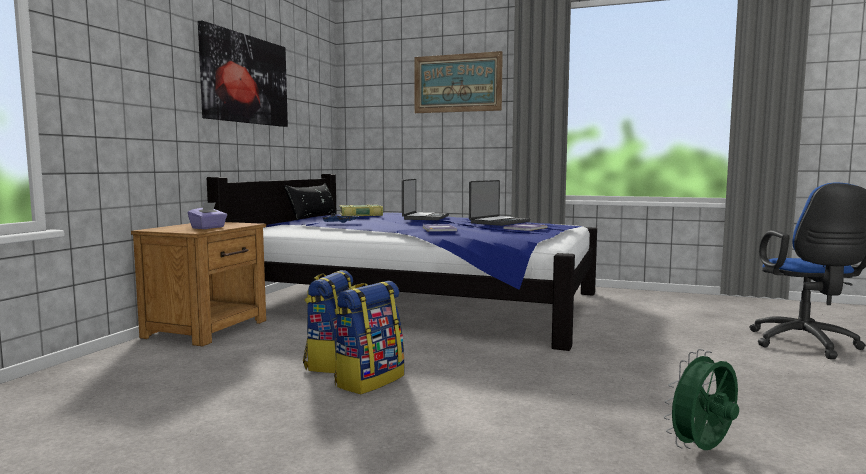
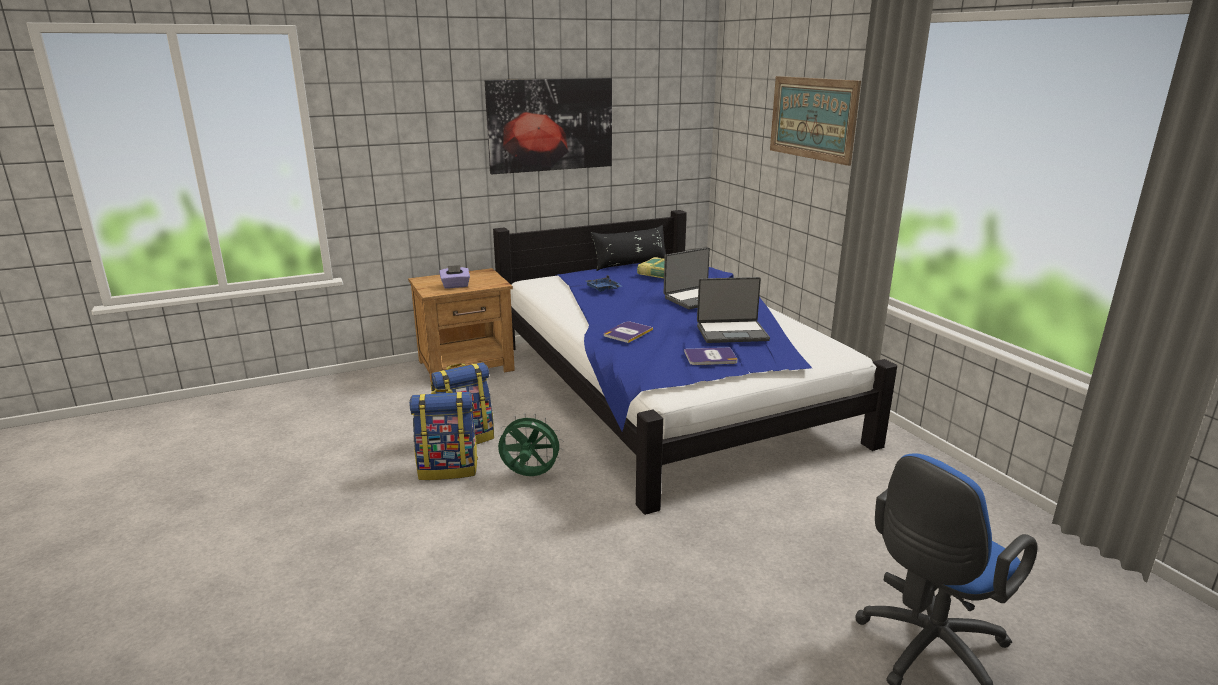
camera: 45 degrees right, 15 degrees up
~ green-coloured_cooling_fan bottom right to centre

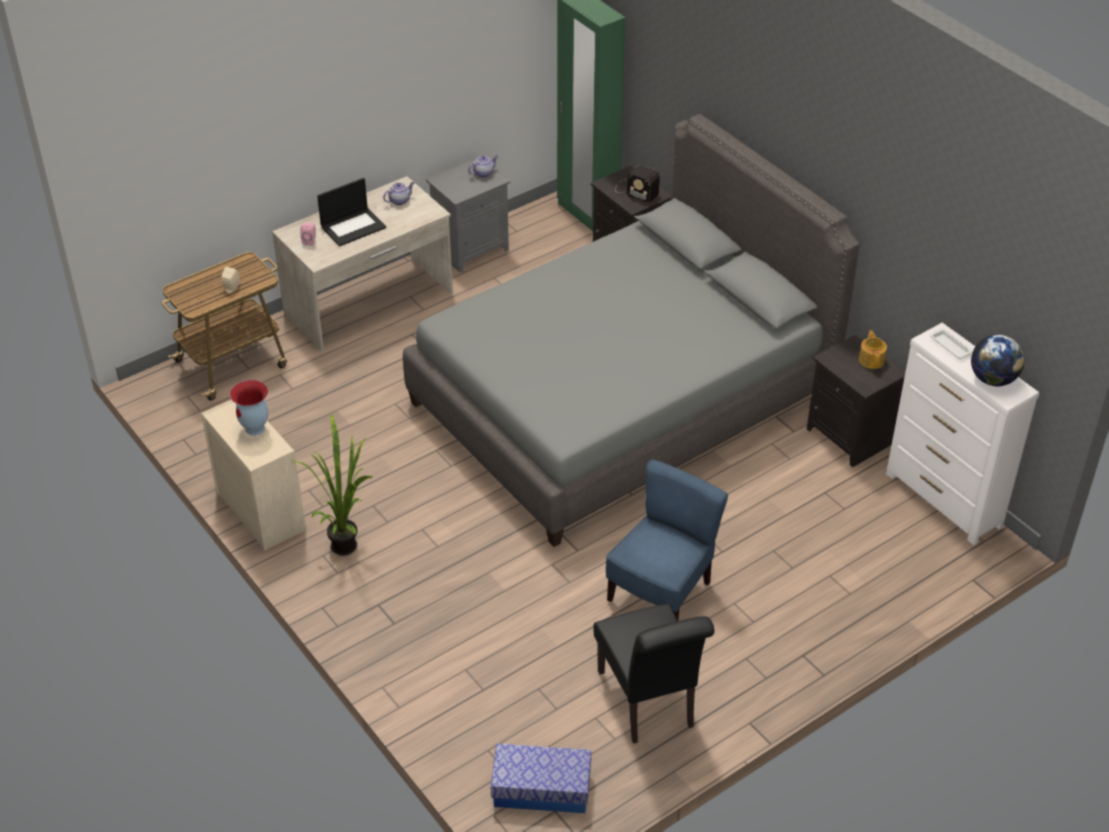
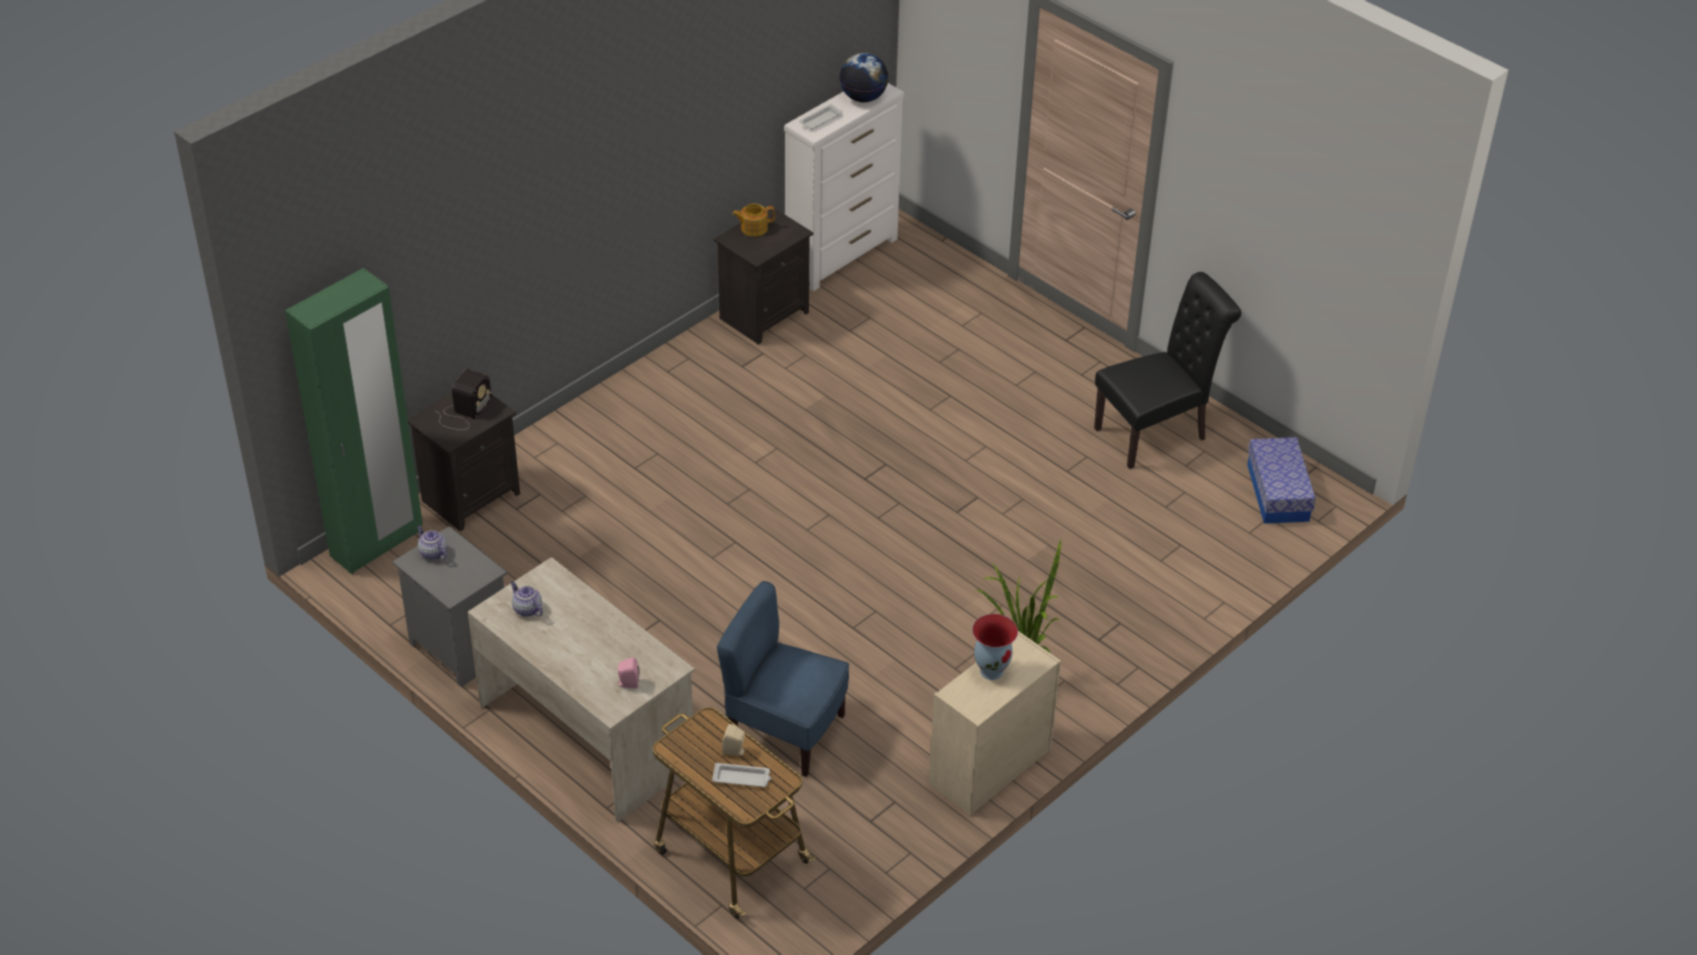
camera: 100 degrees left, 0 degrees up
- laptop top left
- grey_bedroom_bed centre
~ blue_plain_chair centre to bottom centre
+ white-coloured_tray (no. 1 from left) bottom centre

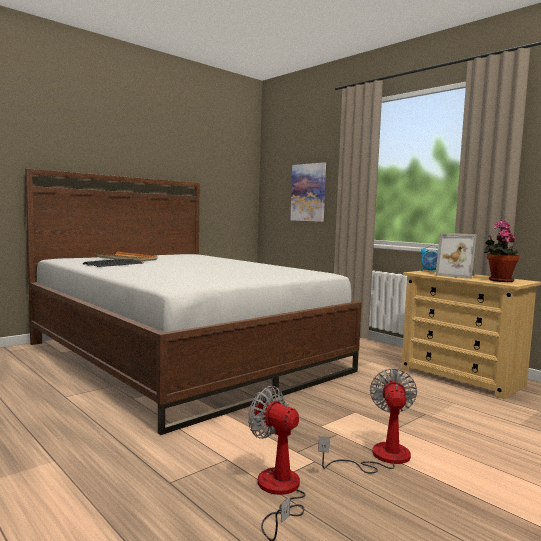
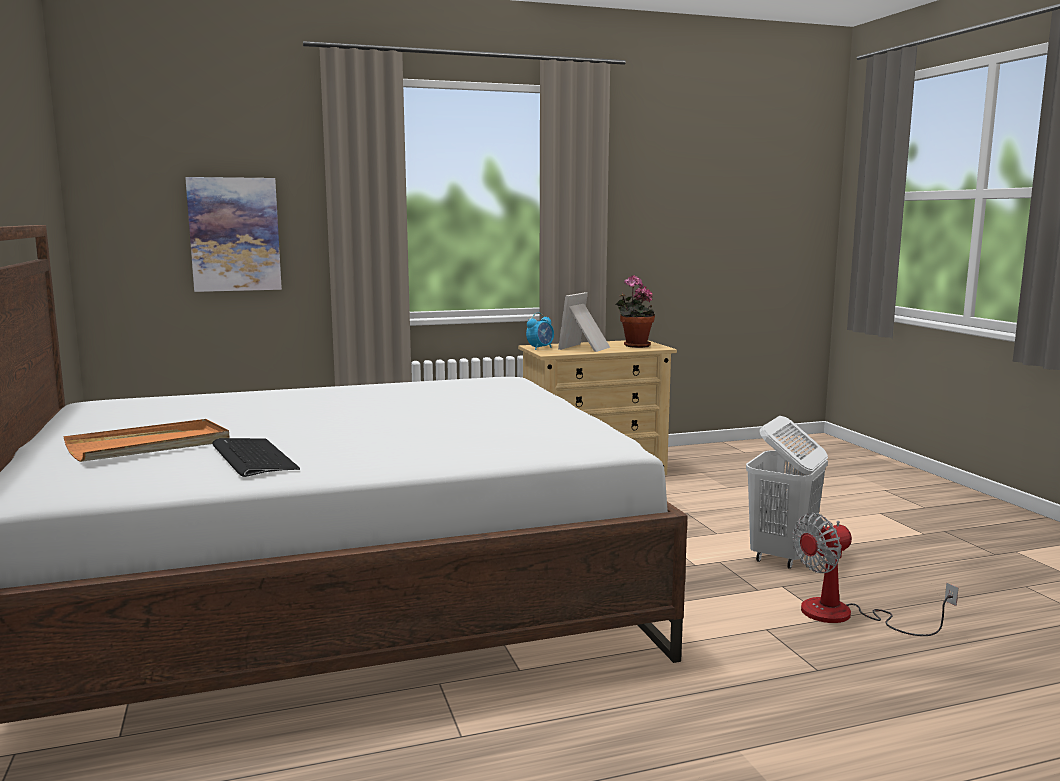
camera: 65 degrees left, 5 degrees up
~ cooling_fan (no. 2 from left) bottom right to white-coloured_washing_basket middle right
~ photo_frame middle right = centre 150 degrees clockwise

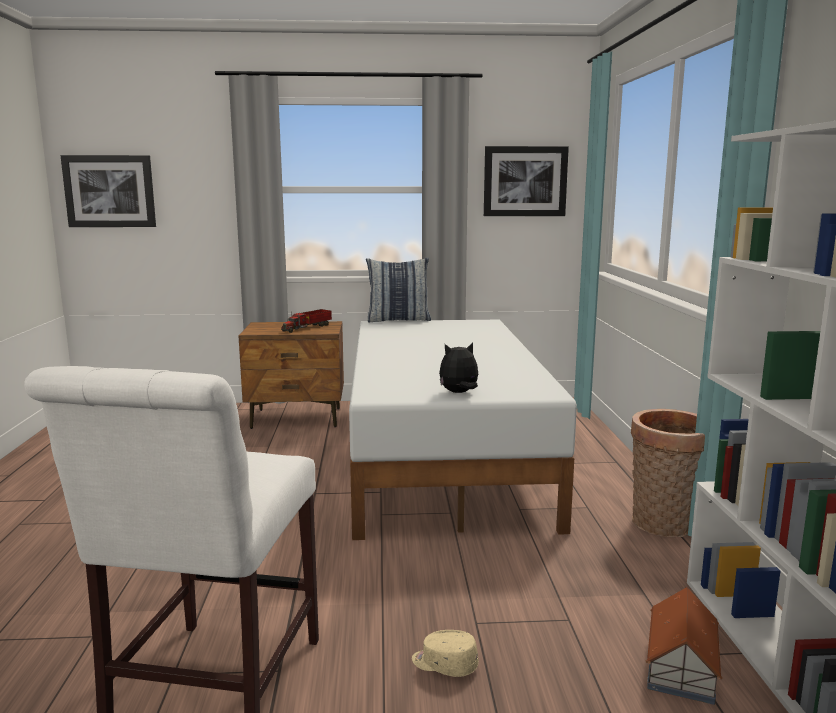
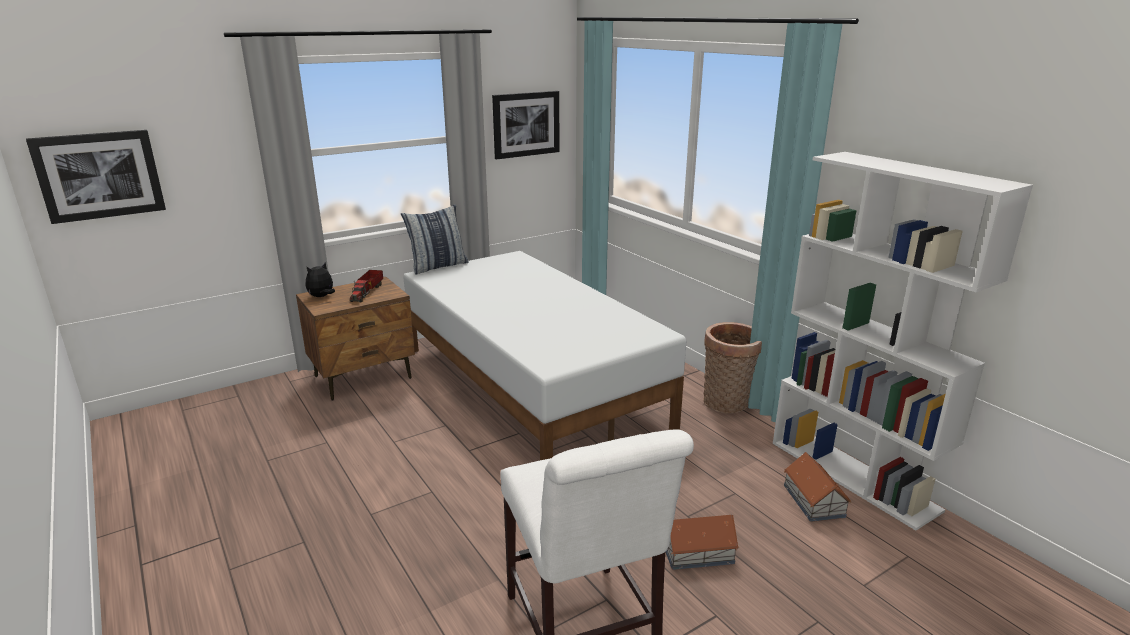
camera: 30 degrees left, 10 degrees up
~ beige-coloured_peaked_cap bottom centre to model_house (no. 1 from left) bottom centre
~ plush_toy centre to middle left

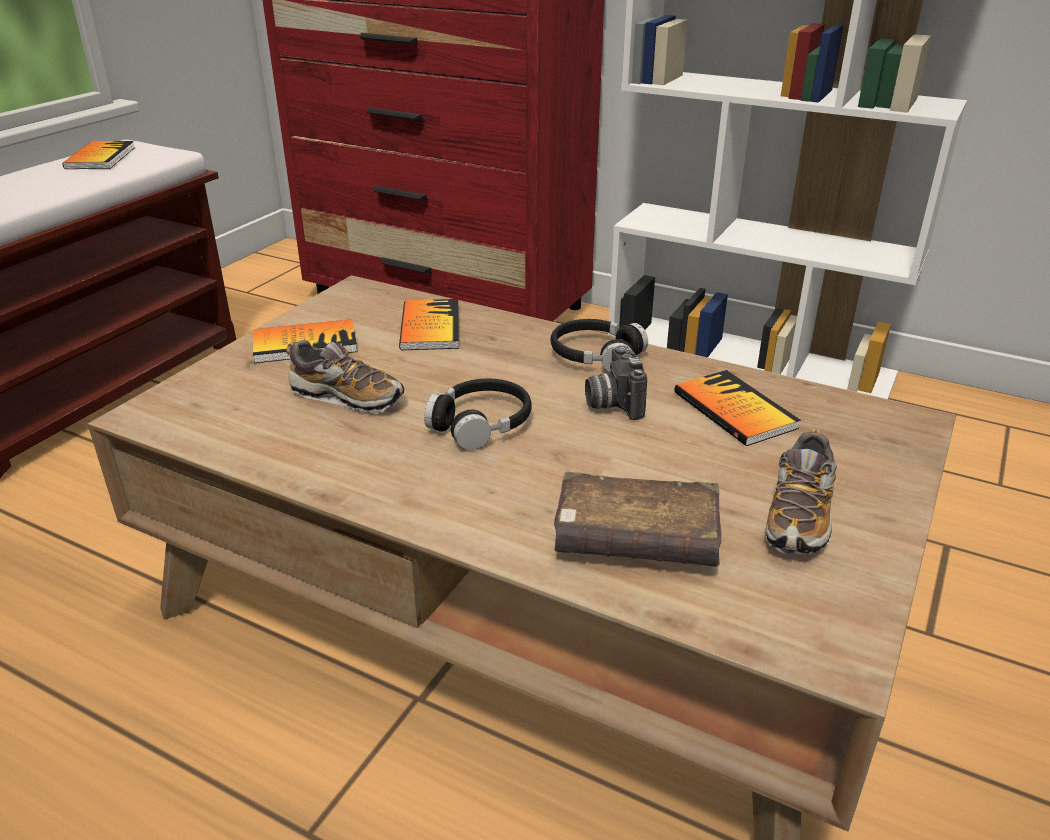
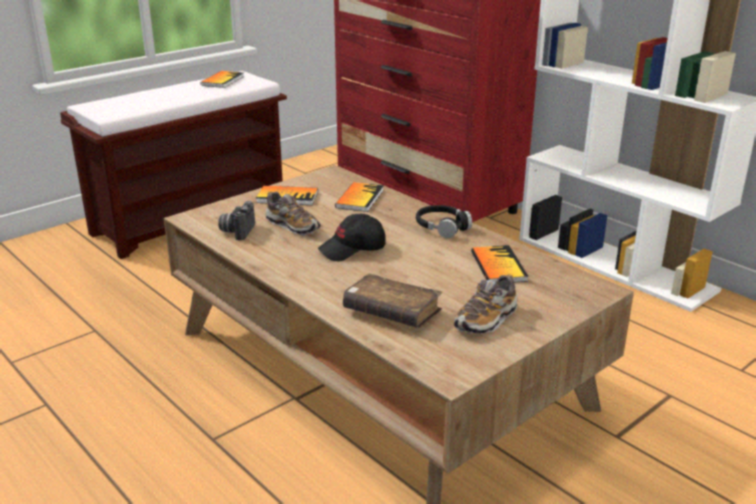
camera: 20 degrees right, 5 degrees down
~ black_headset (no. 1 from left) centre to black_peaked_cap centre
~ still_camera centre to middle left

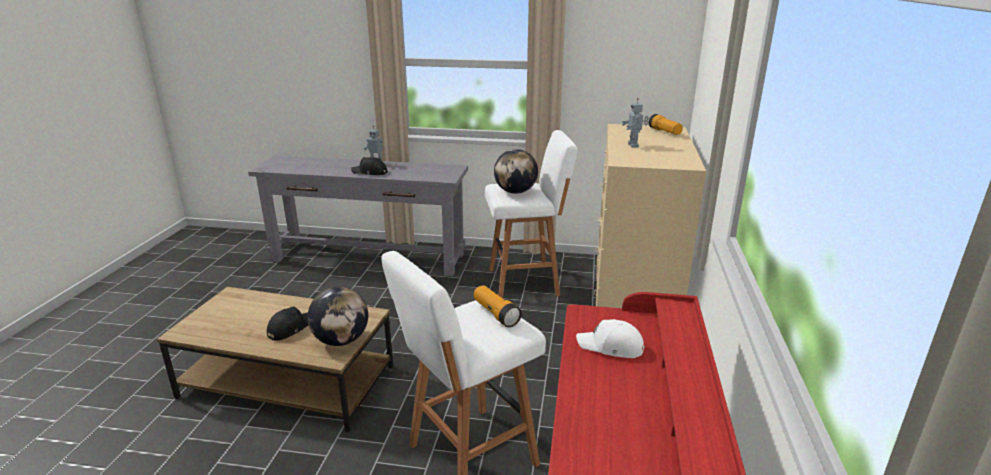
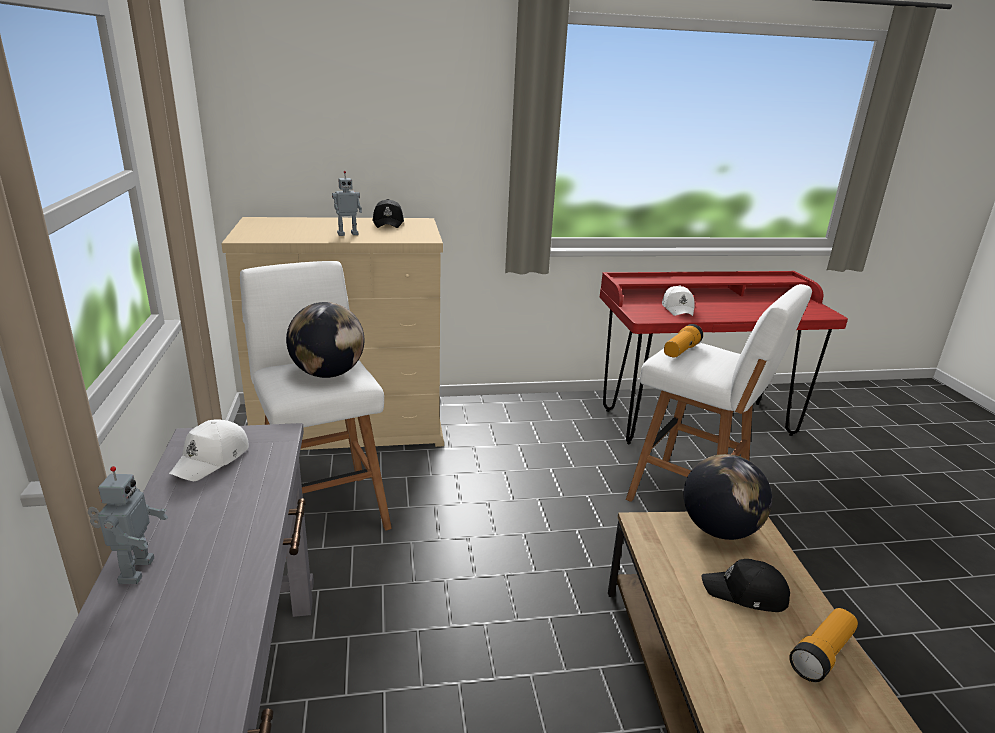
camera: 110 degrees left, 0 degrees up
~ black_peaked_cap (no. 2 from left in the first image) centre to black_peaked_cap (no. 1 from left) top centre
~ torch (no. 2 from left) top right to bottom right
+ white-coloured_peaked_cap (no. 1 from left) middle left

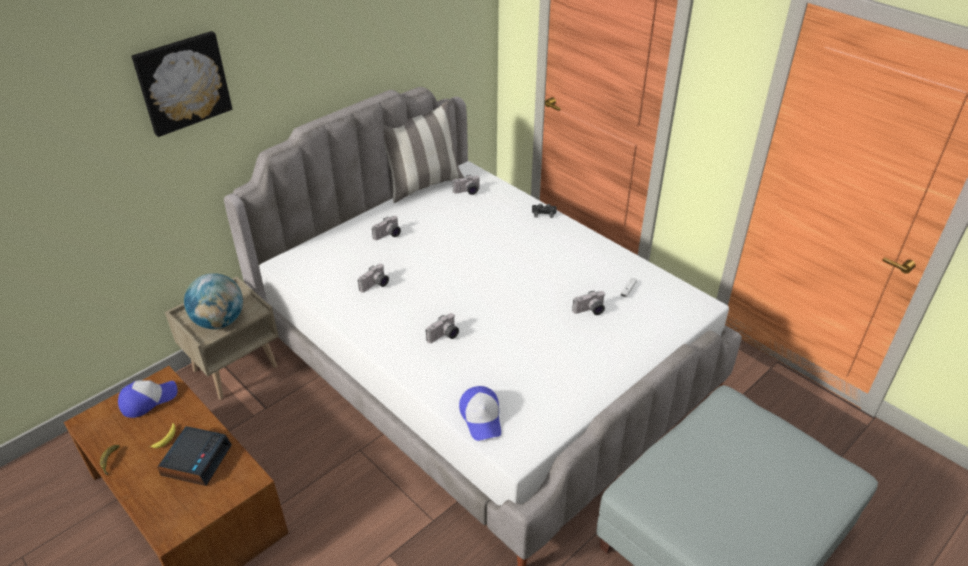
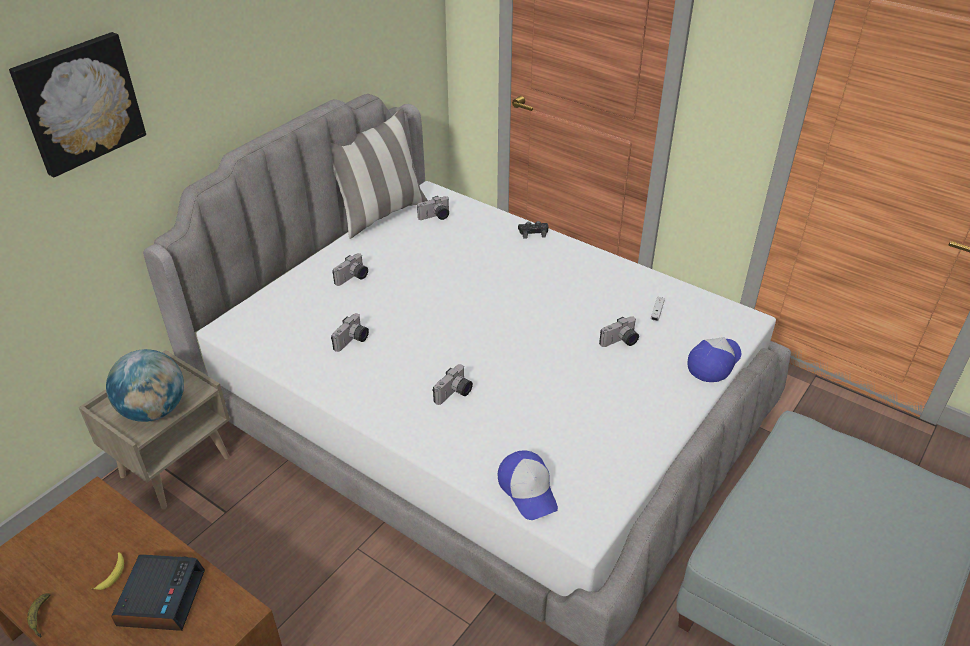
camera: 10 degrees left, 0 degrees up
~ peaked_cap (no. 1 from left in the first image) bottom left to peaked_cap (no. 2 from left) middle right

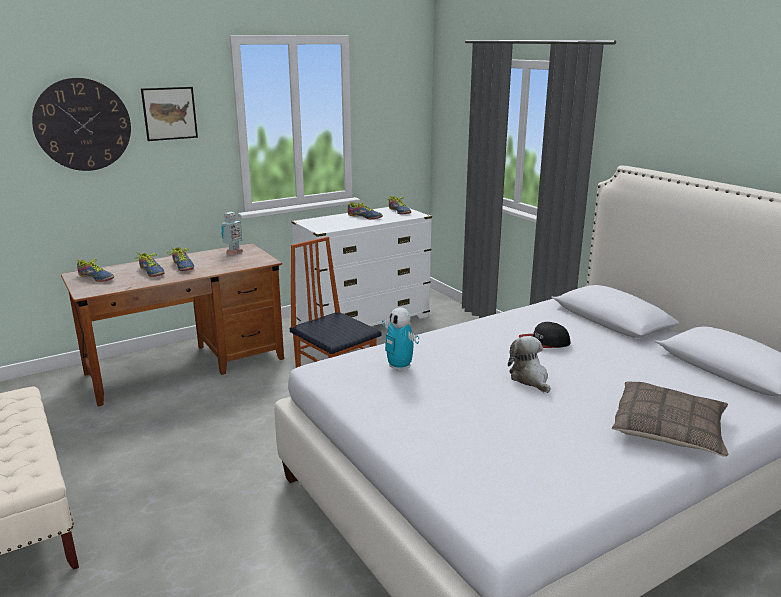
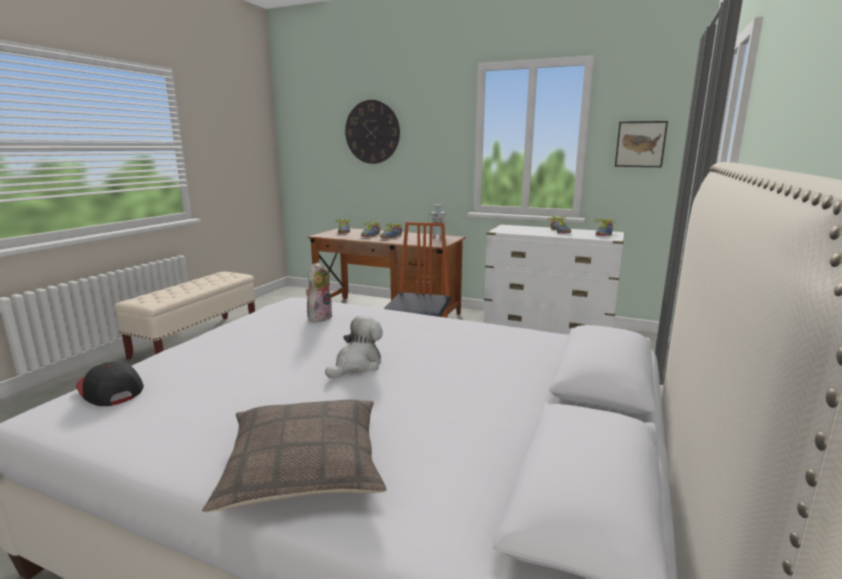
camera: 55 degrees right, 5 degrees down
~ picture top left to top right
~ model_robot (no. 2 from left) centre to plush_toy (no. 1 from left) centre
~ peaked_cap middle right to middle left

